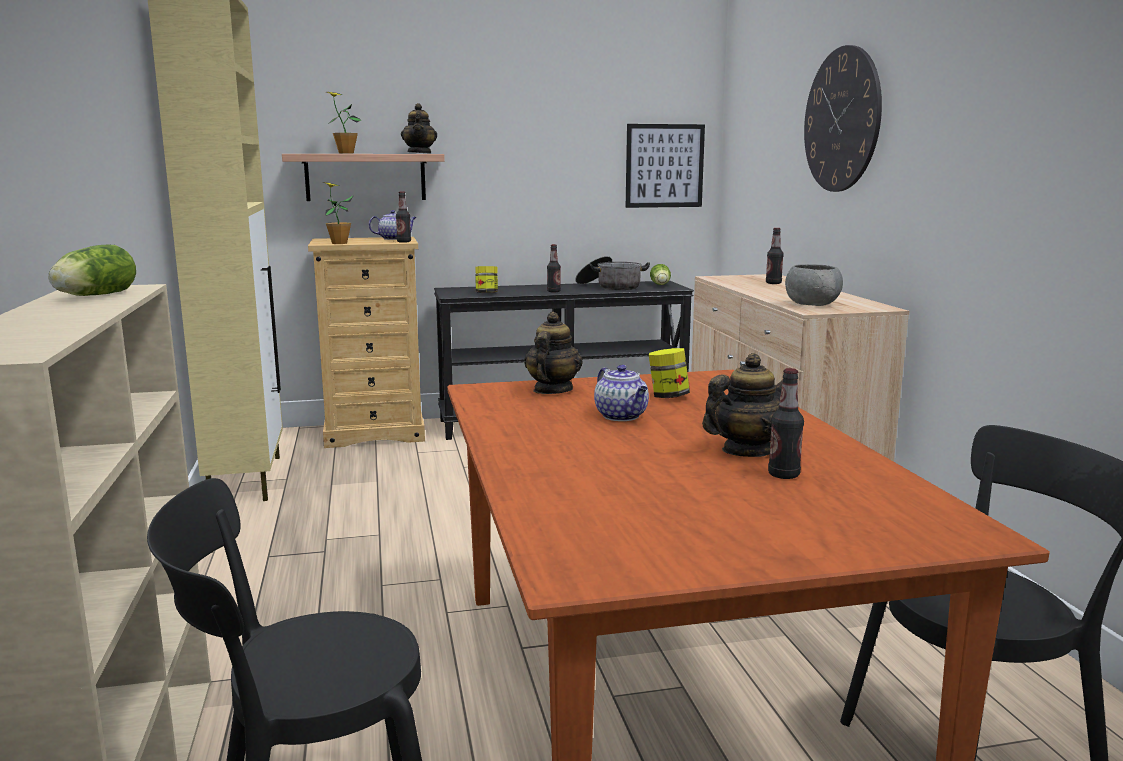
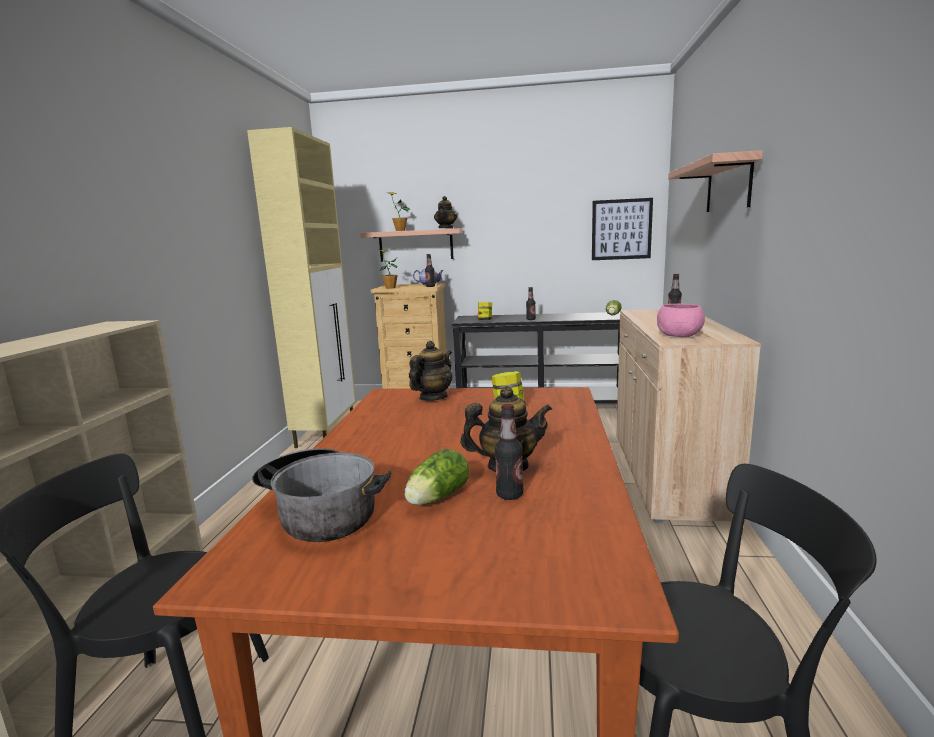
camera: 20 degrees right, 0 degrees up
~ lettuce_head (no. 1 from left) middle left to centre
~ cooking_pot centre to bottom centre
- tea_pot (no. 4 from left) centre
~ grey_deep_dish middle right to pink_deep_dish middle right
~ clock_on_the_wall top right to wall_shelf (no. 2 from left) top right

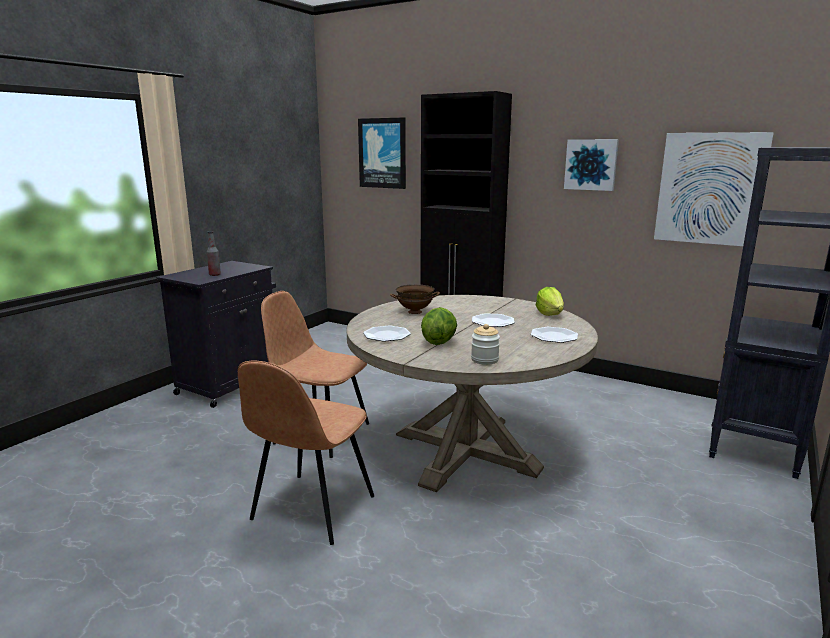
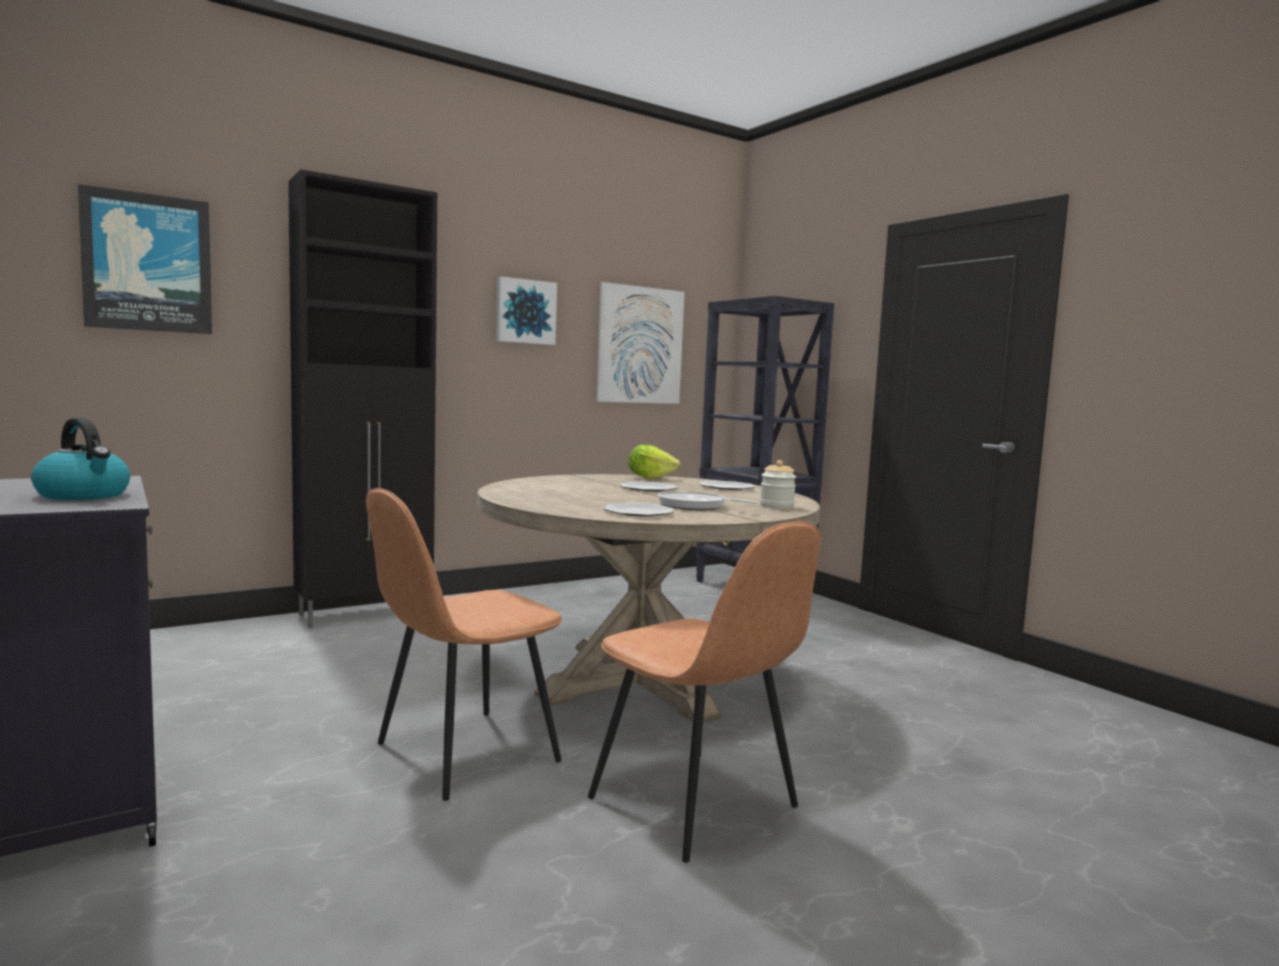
camera: 65 degrees left, 10 degrees down
~ beverage_bottle middle left to tea_kettle middle left
- brown_deep_dish centre
~ lettuce_head (no. 1 from left) centre to skillet centre

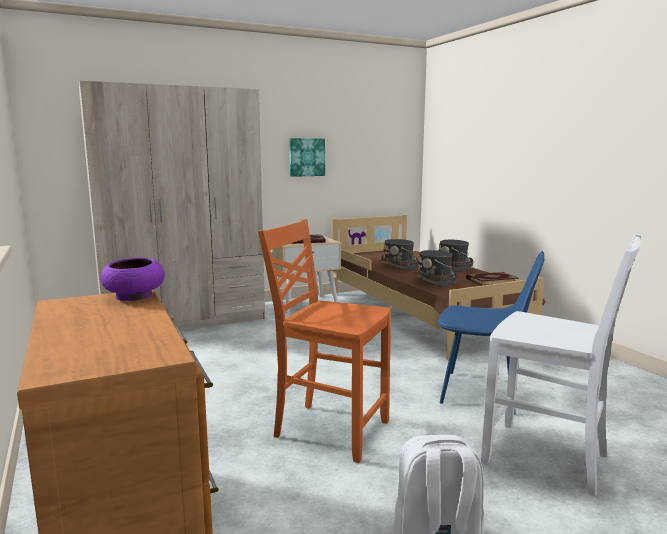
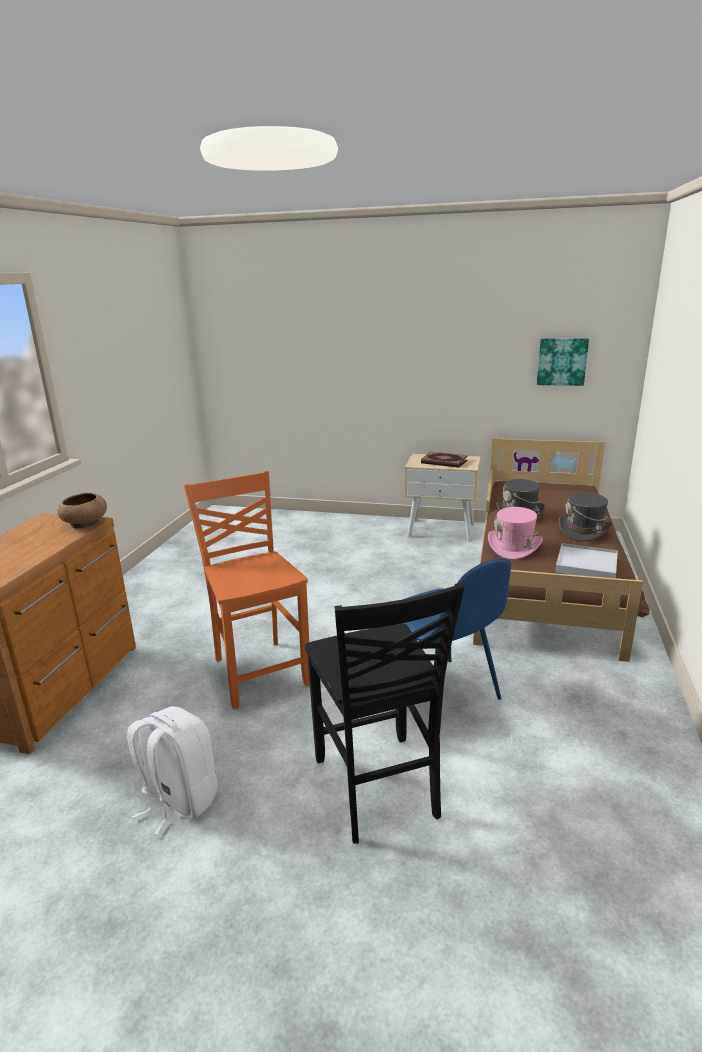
camera: 40 degrees right, 10 degrees up
- beige-coloured_wardrobe middle left
~ purple_deep_dish middle left to brown_deep_dish middle left
~ picture top centre to middle right
~ grey_wearable_hat (no. 2 from left) centre to pink_wearable_hat middle right
~ bound_book (no. 2 from left) middle right to white-coloured_tray middle right
~ white-coloured_plain_chair bottom right to black_plain_chair bottom centre

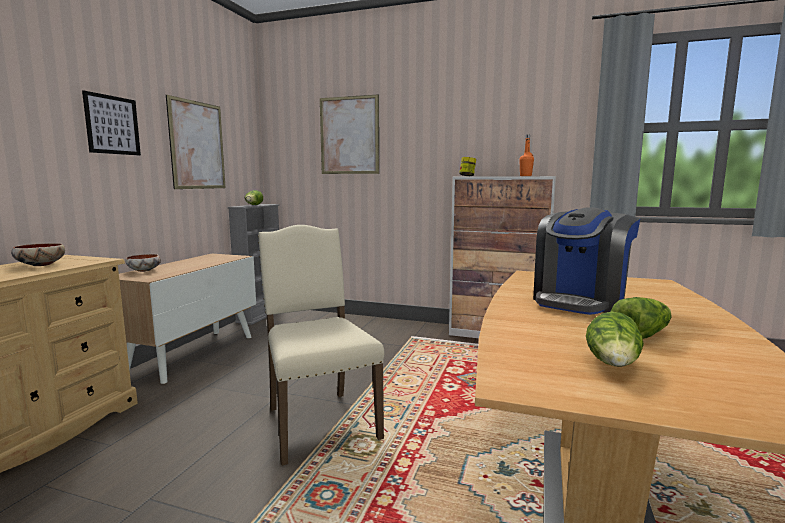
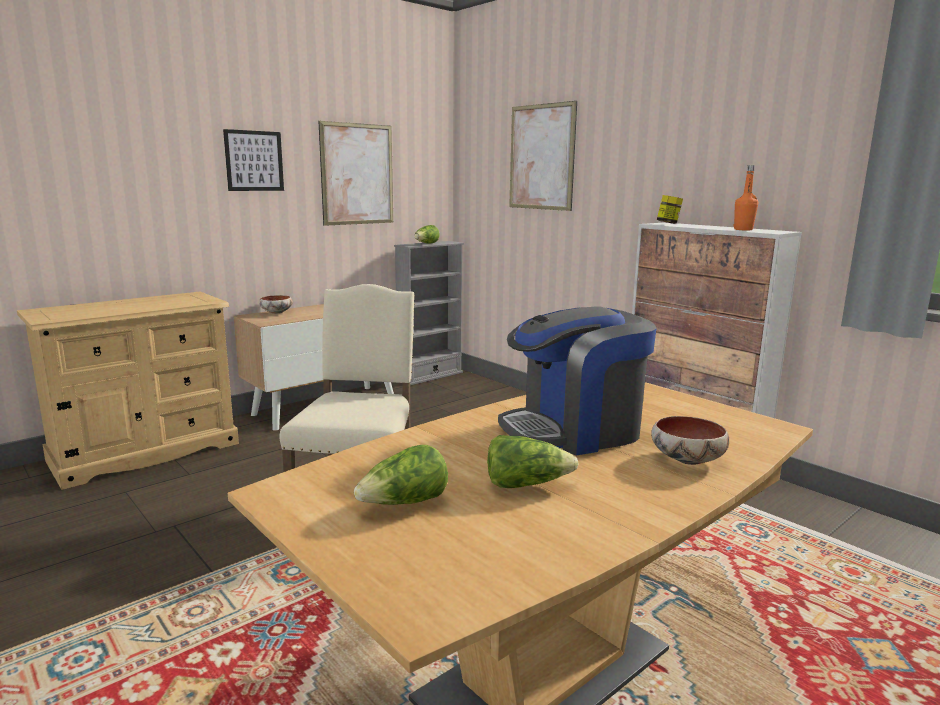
camera: 30 degrees right, 5 degrees up
~ deep_dish (no. 1 from left in the first image) middle left to deep_dish (no. 2 from left) middle right

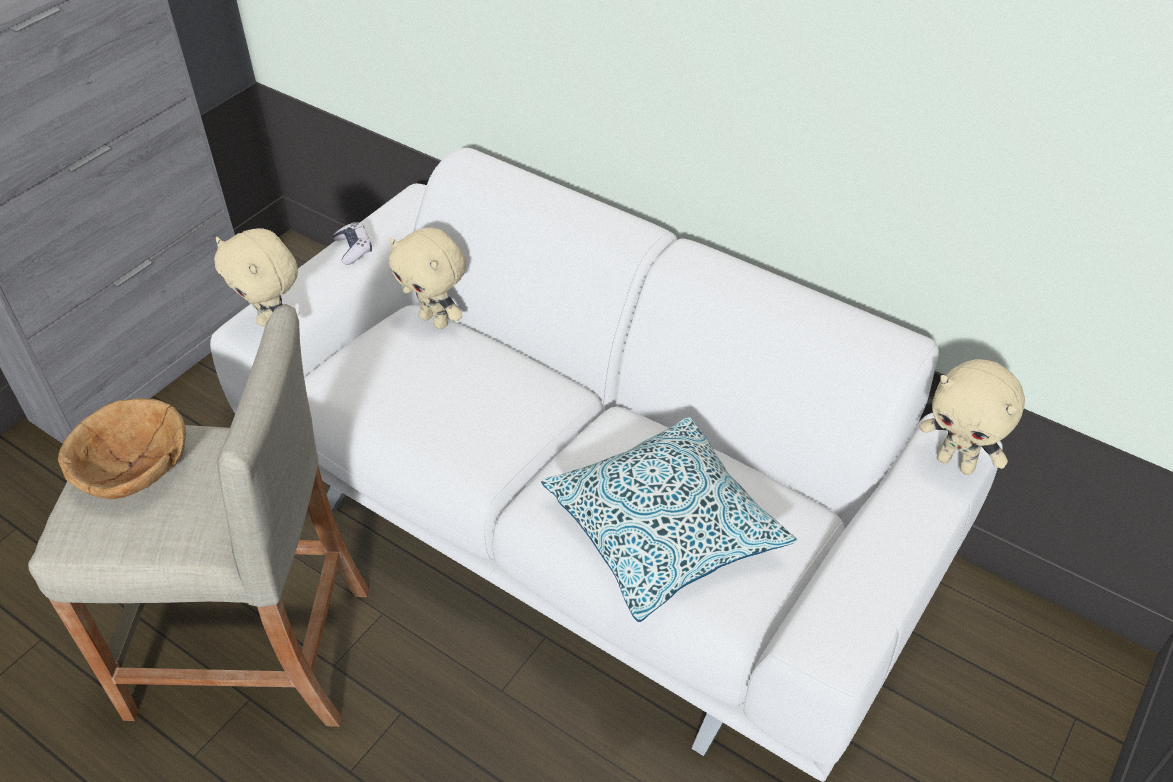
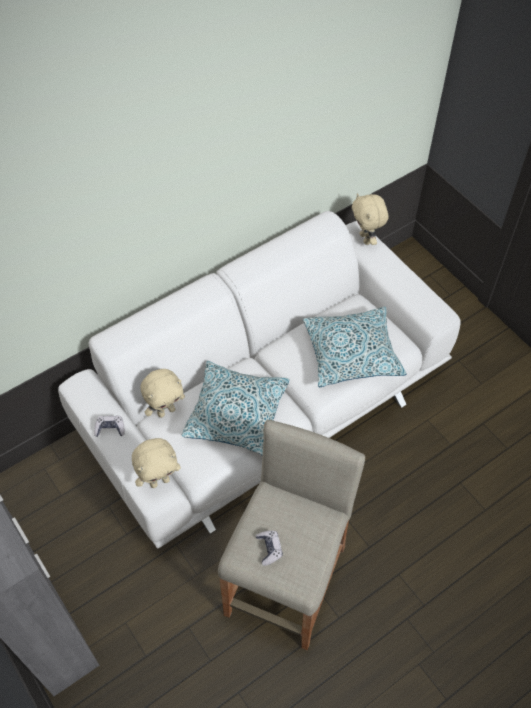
camera: 70 degrees left, 10 degrees up
~ brown_deep_dish middle left to joypad (no. 2 from left) bottom centre
~ beige-coloured_plush_toy (no. 3 from left) middle right = top right 105 degrees clockwise
+ cushion (no. 1 from left) centre

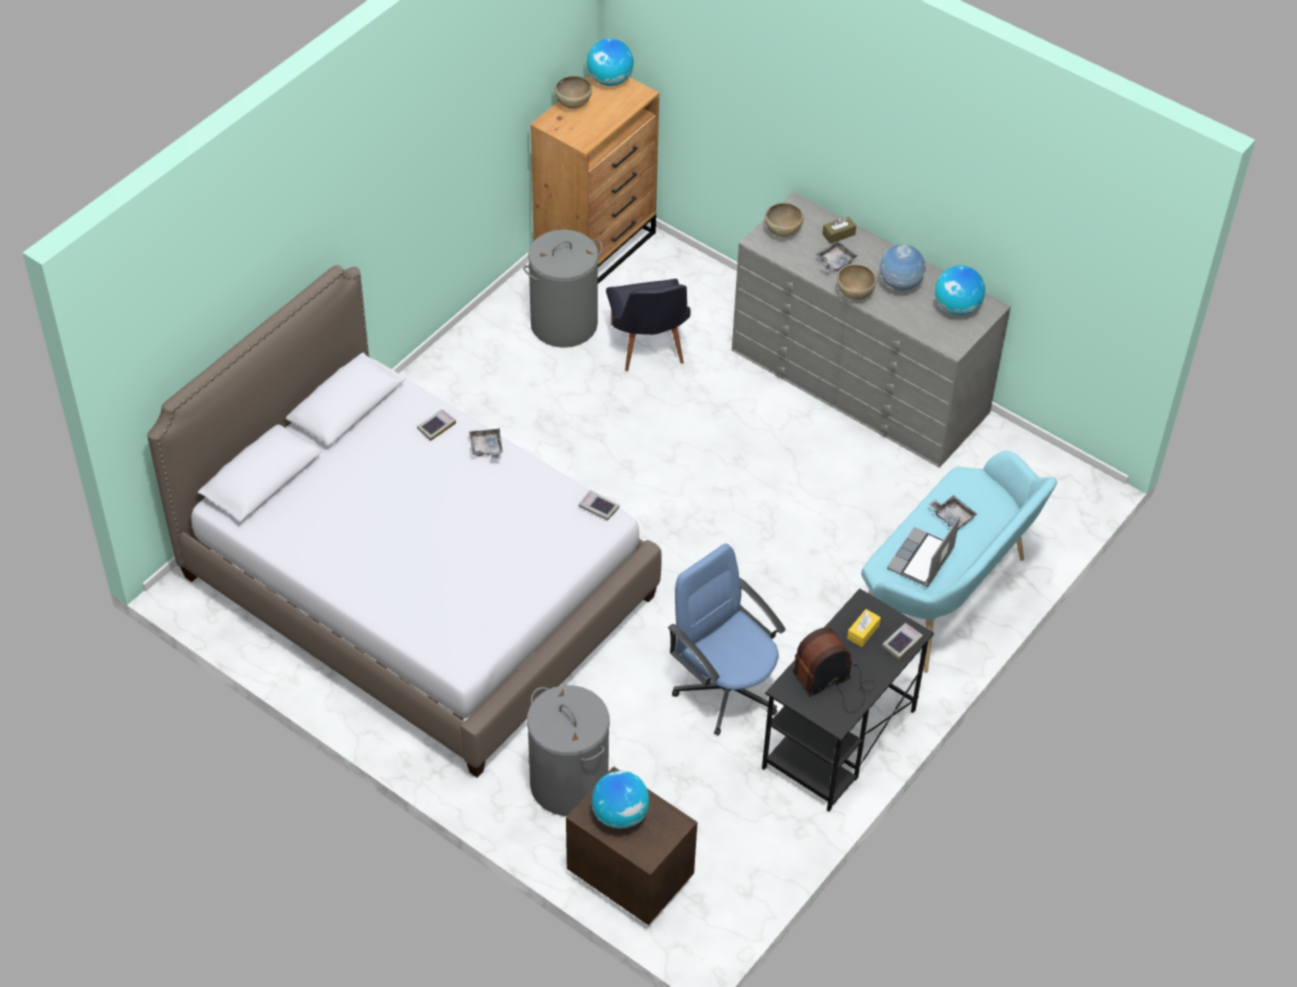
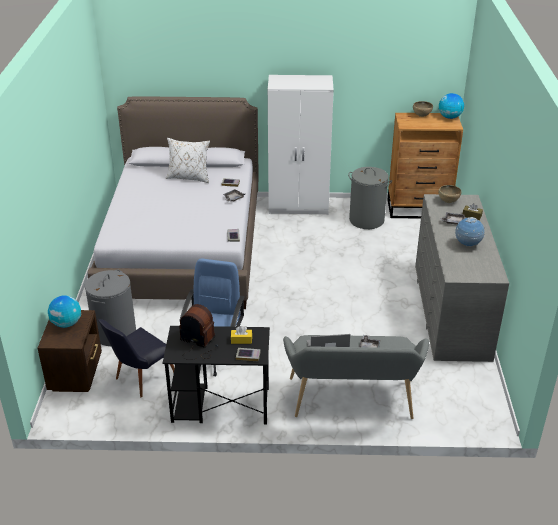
camera: 55 degrees right, 15 degrees down
~ black_plain_chair top centre to bottom left
- brown_deep_dish (no. 3 from left) top centre
~ blue-green_bench middle right to grey_bench bottom centre
- globe (no. 4 from left) top right
+ white-coloured_cushion top centre
+ white-coloured_wardrobe top centre

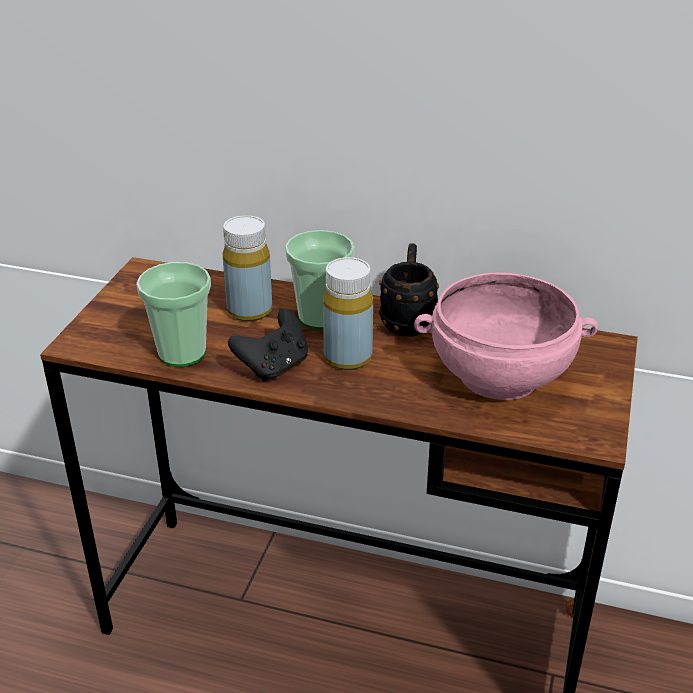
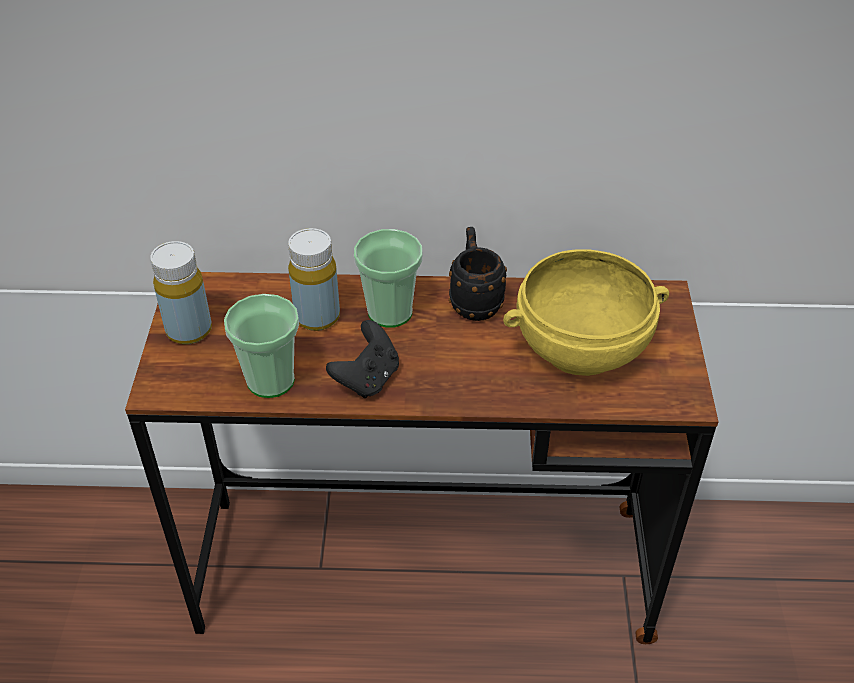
camera: 15 degrees left, 10 degrees up
~ yellow-coloured_beverage_bottle (no. 2 from left in the first image) centre to yellow-coloured_beverage_bottle (no. 1 from left) middle left
~ pink_deep_dish middle right to yellow-coloured_deep_dish middle right

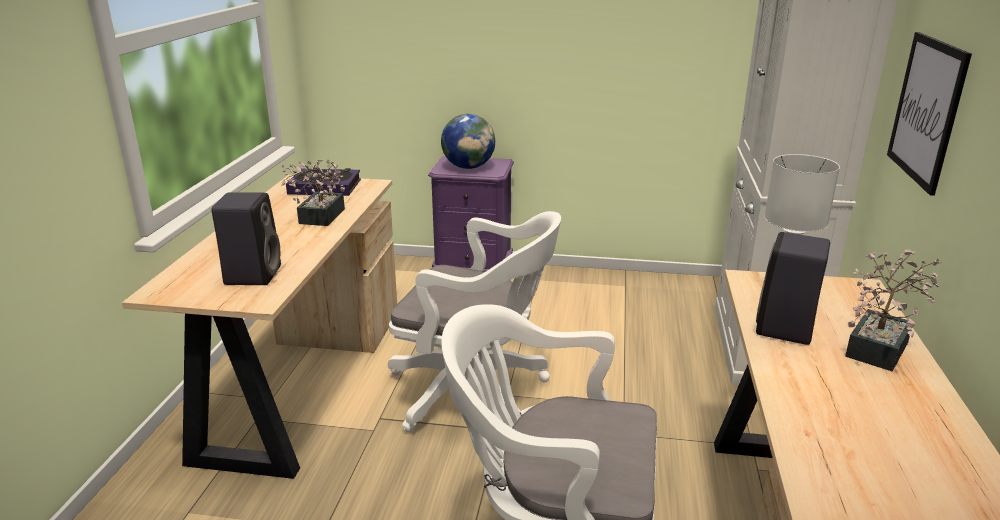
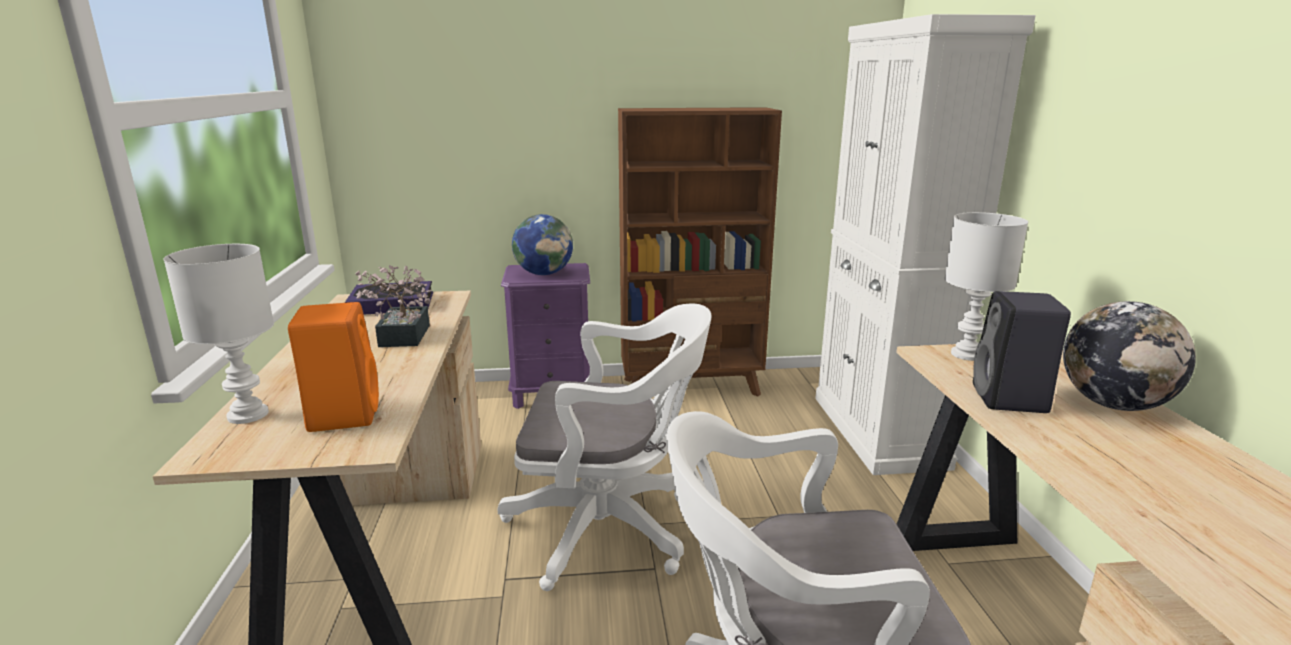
camera: 15 degrees left, 5 degrees down
~ black_audio_speaker (no. 1 from left) middle left to orange_audio_speaker middle left
~ houseplant (no. 2 from left) middle right to globe (no. 2 from left) middle right
- picture top right
+ white-coloured_table_lamp (no. 1 from left) middle left
+ brown_bookcase centre

